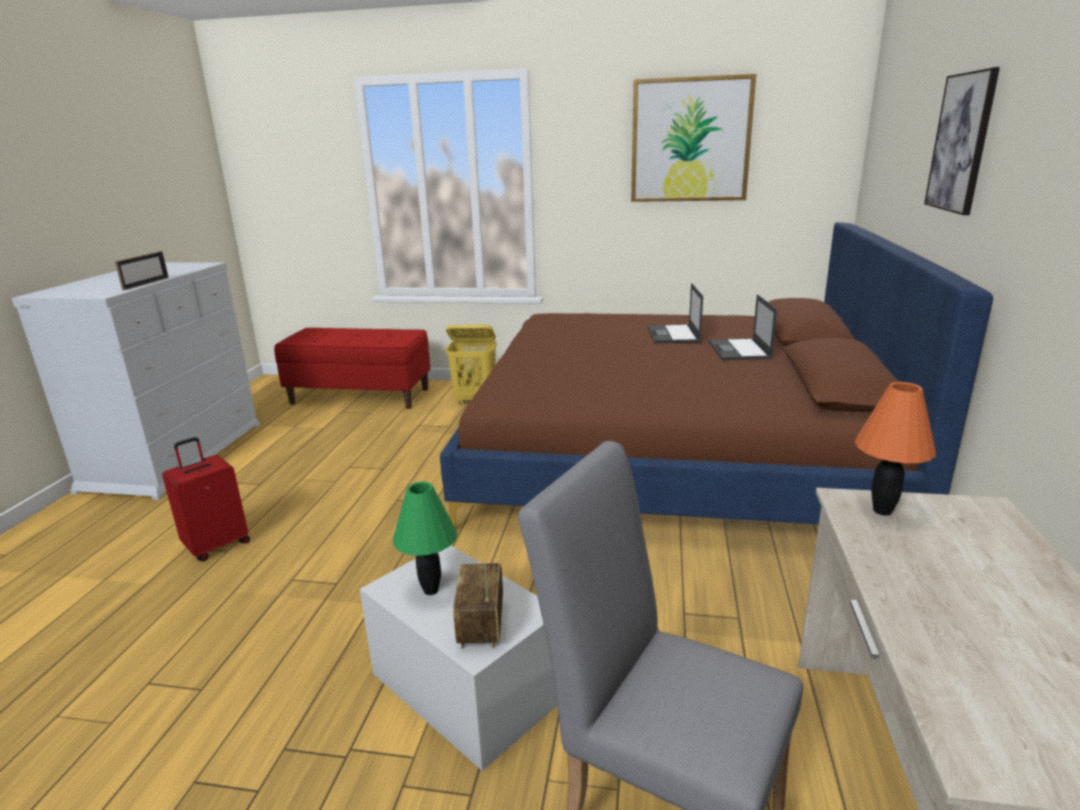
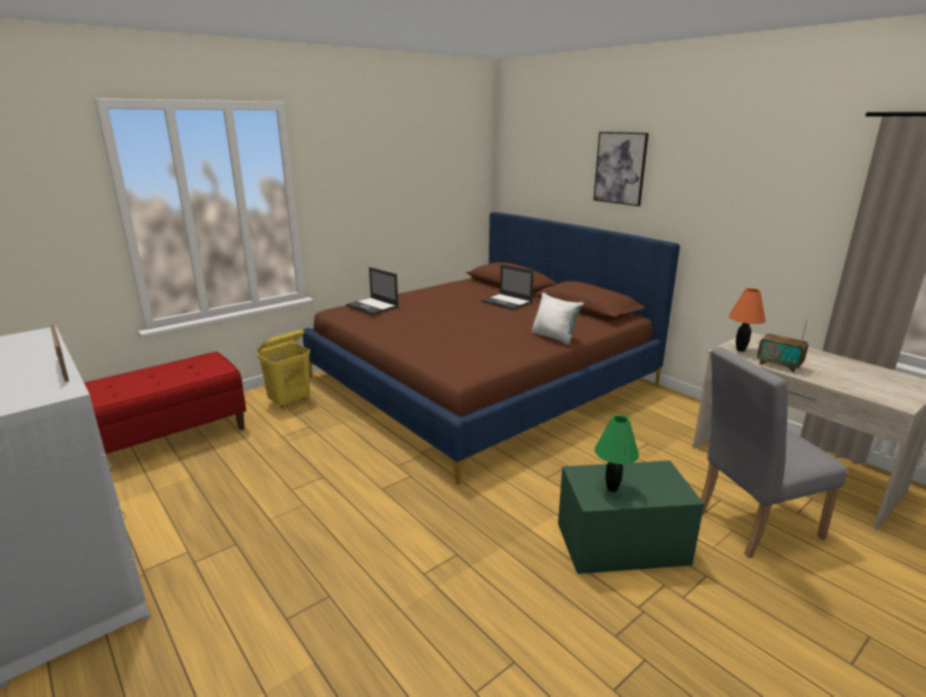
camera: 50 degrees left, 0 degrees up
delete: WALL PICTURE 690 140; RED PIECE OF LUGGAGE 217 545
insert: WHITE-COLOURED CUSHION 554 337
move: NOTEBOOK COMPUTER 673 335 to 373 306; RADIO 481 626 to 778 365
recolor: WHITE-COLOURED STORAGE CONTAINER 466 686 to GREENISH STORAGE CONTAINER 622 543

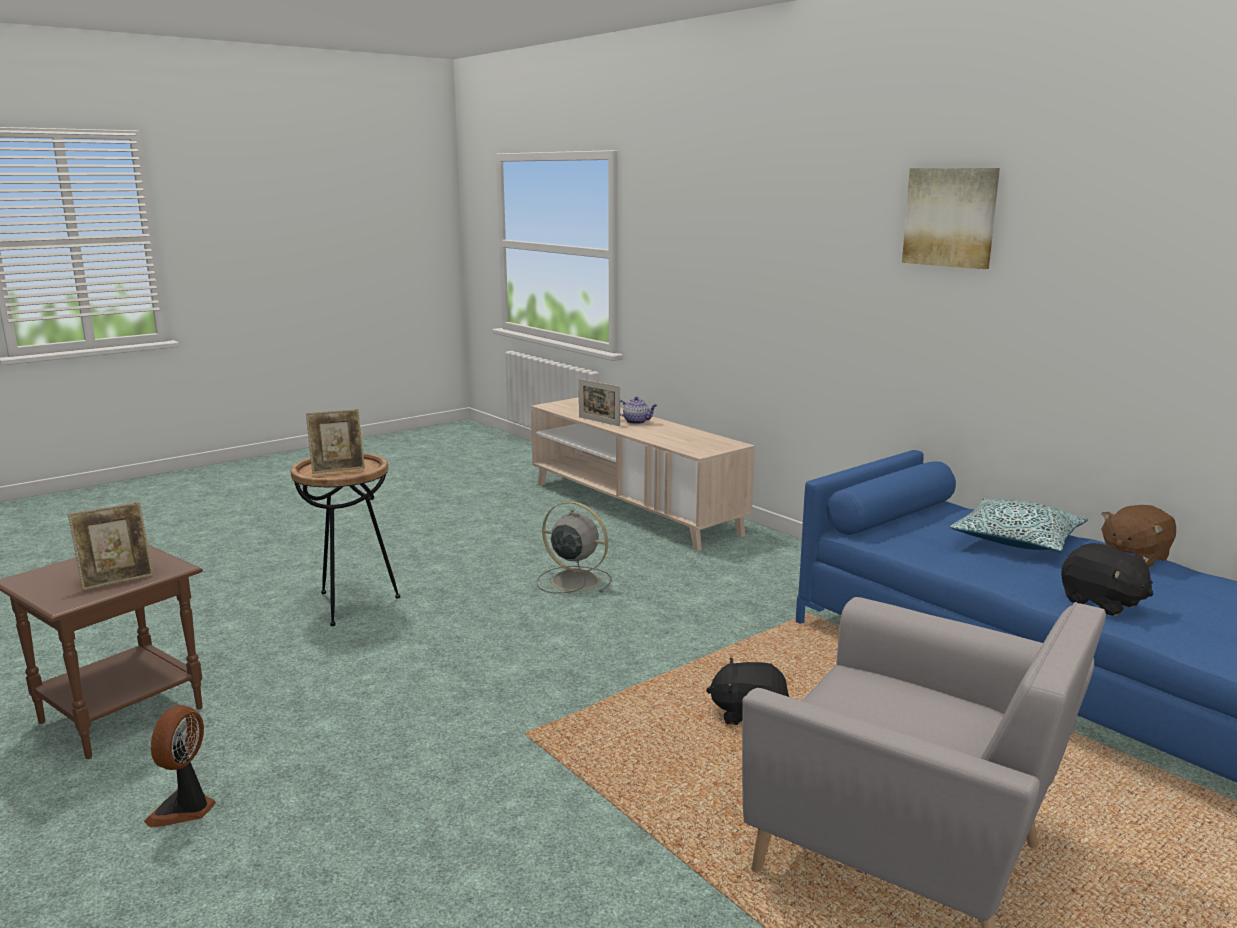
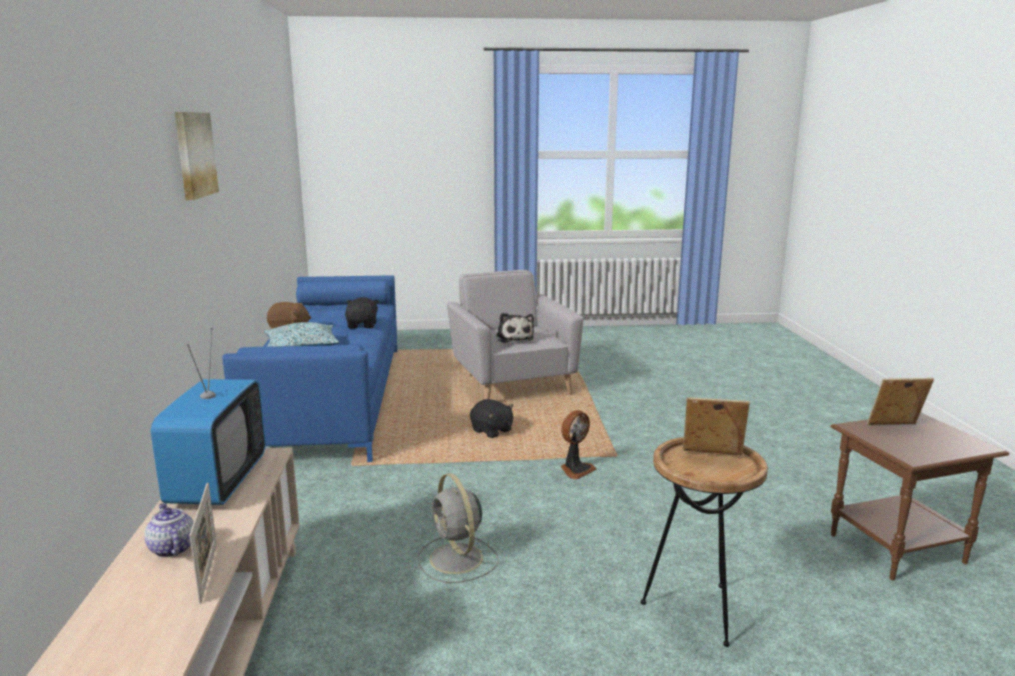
camera: 145 degrees left, 0 degrees up
insert: CUDDLY TOY 514 338; TV 218 482
move: ELECTRIC FAN 185 809 to 575 469

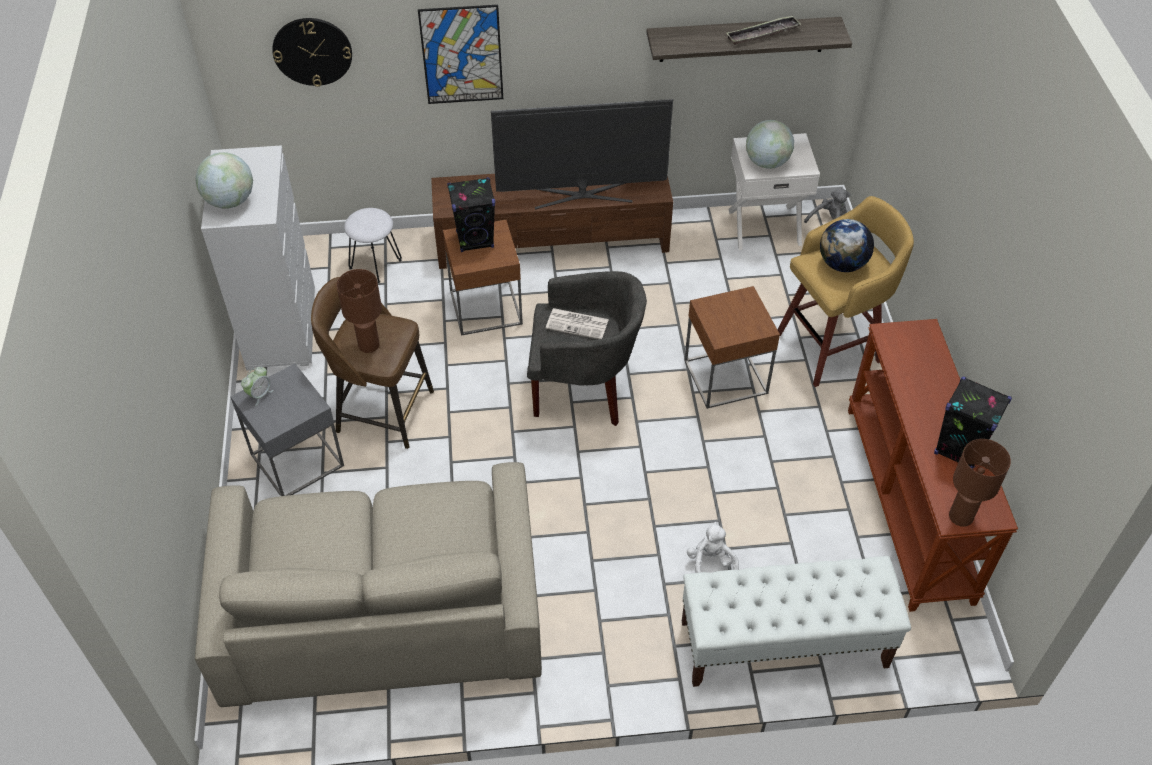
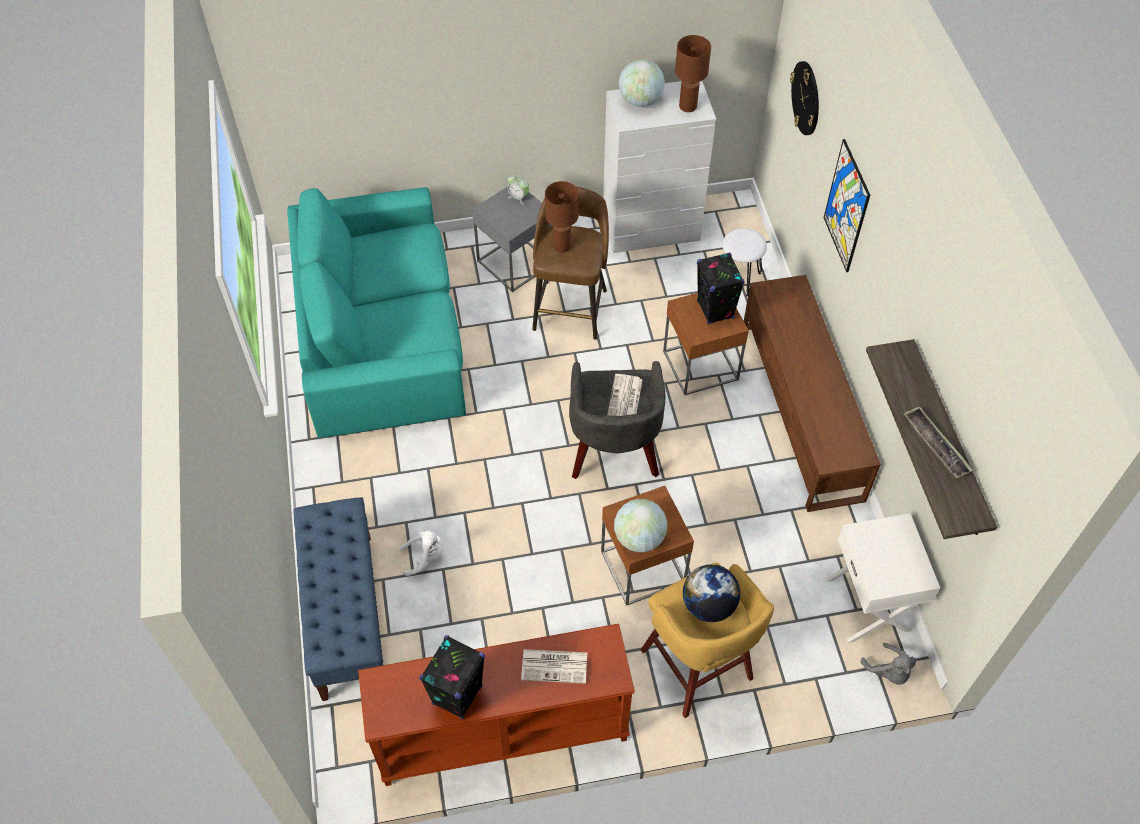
camera: 85 degrees right, 5 degrees up
delete: TV 582 194
insert: PRINTED PAPER 555 666
move: GLOBE 767 162 to 639 538; BROWN-COLOURED TABLE LAMP 960 517 to 687 106
recolor: BEIGE COUCH 381 607 to BLUE-GREEN COUCH 382 335; WHITE-COLOURED BENCH 783 644 to BLUE-COLOURED BENCH 347 614

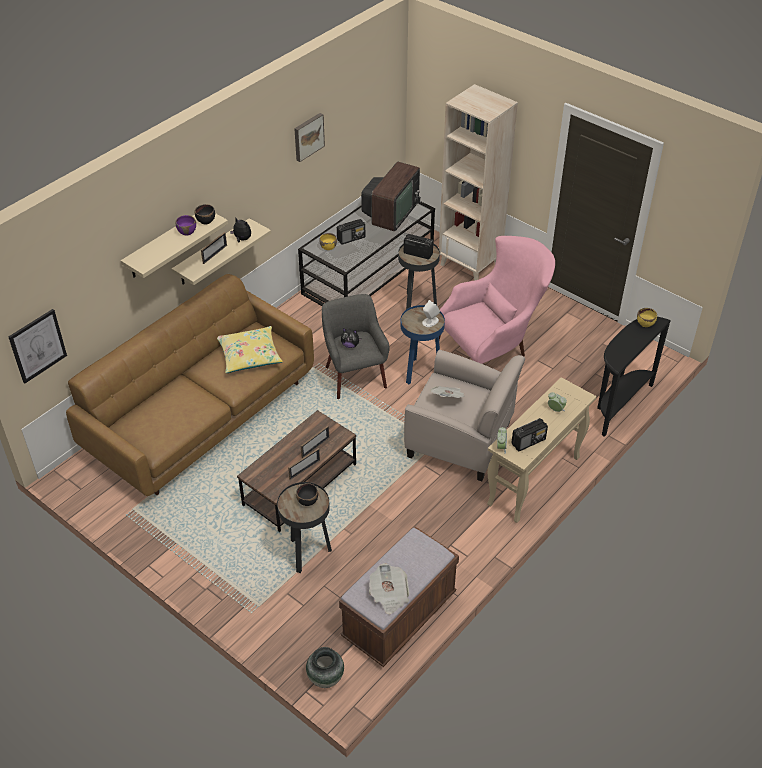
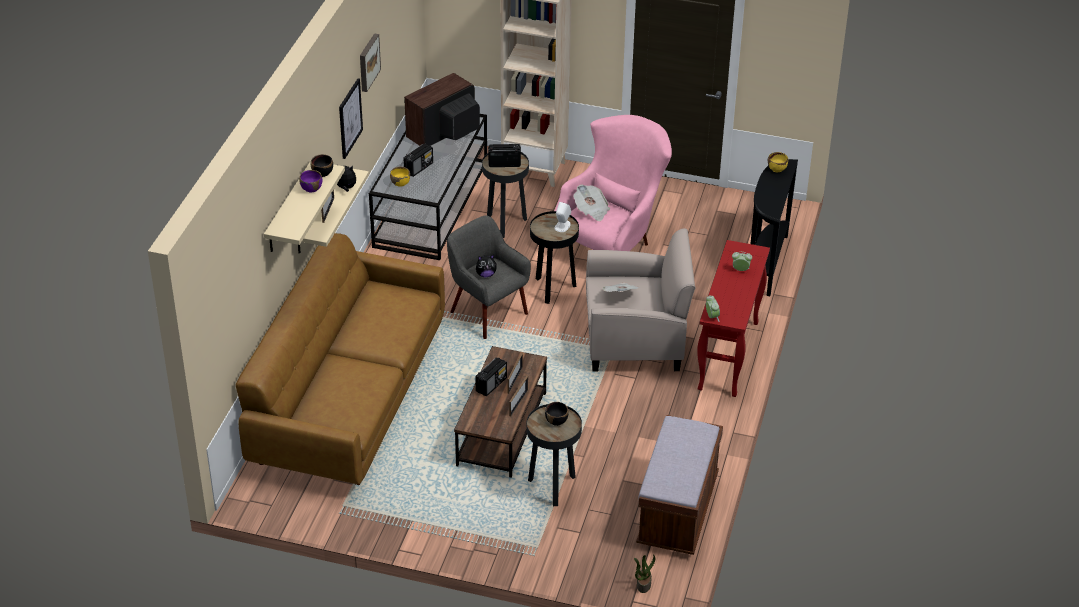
camera: 25 degrees left, 5 degrees down
delete: YELLOW-COLOURED CUSHION 249 355
move: WALL PICTURE 37 345 to 350 118; RADIO 528 441 to 491 384; PRINTED PAPER 389 595 to 591 210
replace: DECORATIVE VASE 325 678 to POTTED PLANT 643 584
recolor: BLUE-COLOURED END TABLE 421 372 to BLACK END TABLE 553 289; BEIGE CONSOLE TABLE 533 482 to RED CONSOLE TABLE 728 356
rotate: TV 391 213 = 444 131 135 degrees counterclockwise

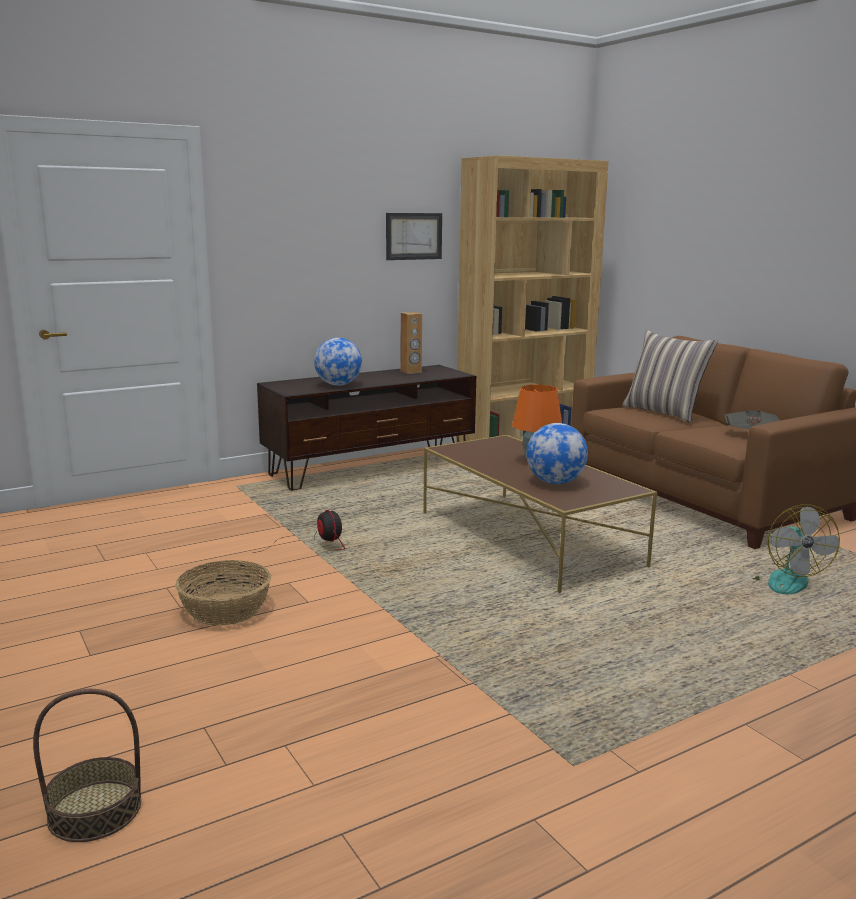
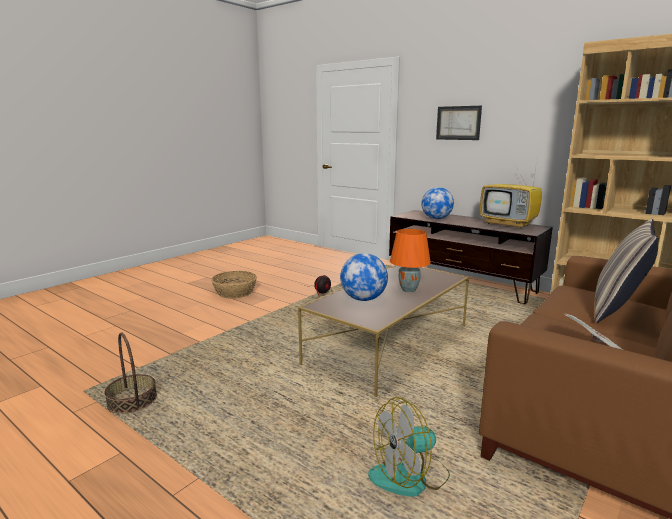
camera: 70 degrees right, 0 degrees up
move: WALL PICTURE 413 236 to 458 123; BASKET 95 810 to 132 400
replace: BROWN-COLOURED AUDIO SPEAKER 411 372 to TV 509 224

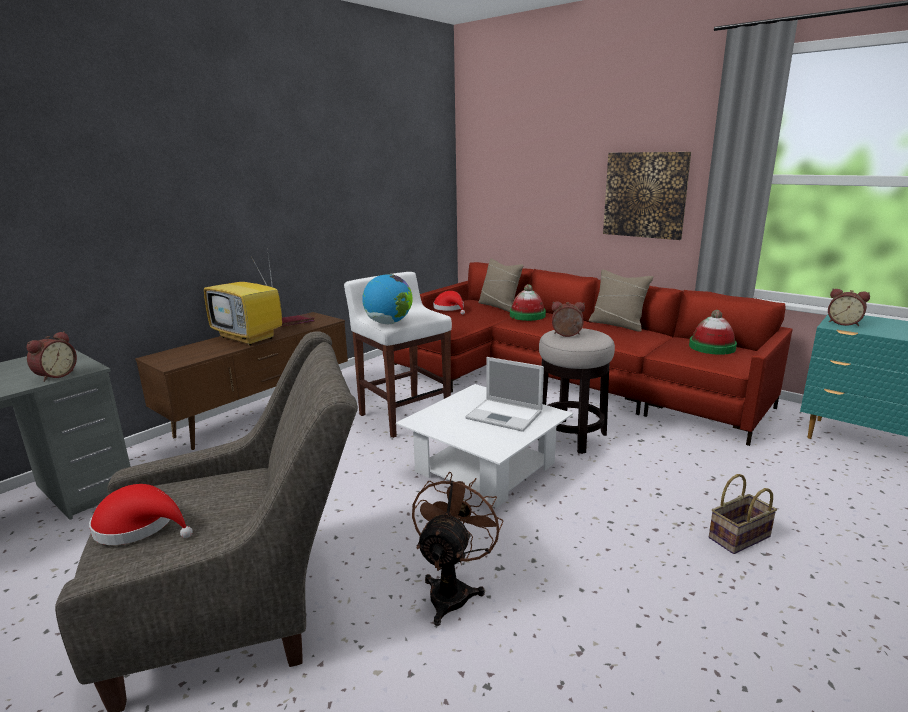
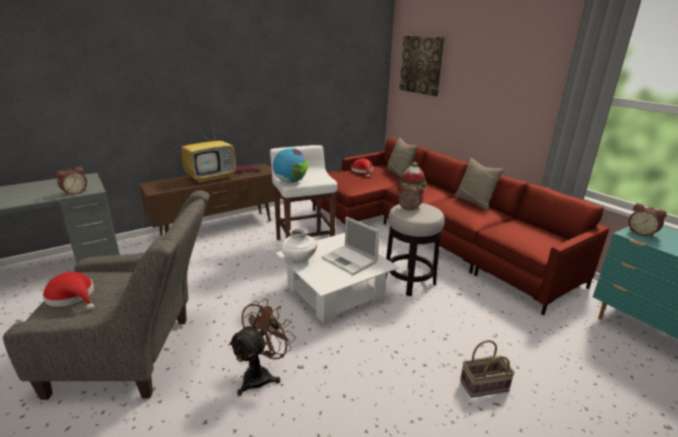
camera: 15 degrees right, 5 degrees up
delete: WEARABLE HAT 712 347
insert: WHITE-COLOURED DECORATIVE VASE 298 259
move: WALL PICTURE 645 195 to 421 65
rotate: TV 249 338 = 211 178 90 degrees counterclockwise

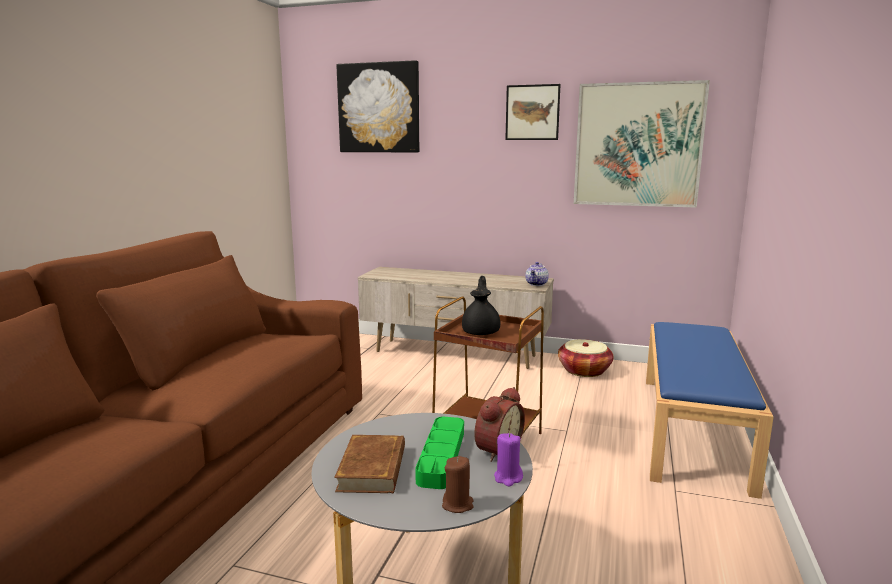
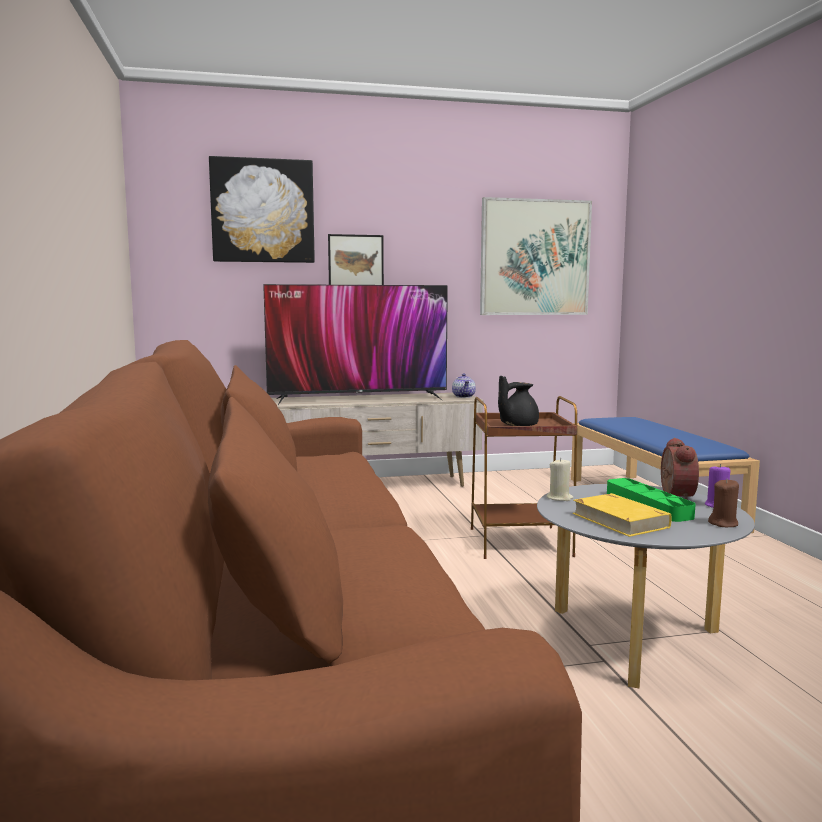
camera: 30 degrees left, 5 degrees down
delete: BASKET 584 370
insert: TV 358 399; BEIGE CANDLE 559 498
move: WALL PICTURE 532 112 to 356 263
recolor: BROWN-COLOURED BOUND BOOK 373 468 to YELLOW-COLOURED BOUND BOOK 620 520
rotate: BLACK POT FOR TEA 481 331 = 517 425 105 degrees counterclockwise

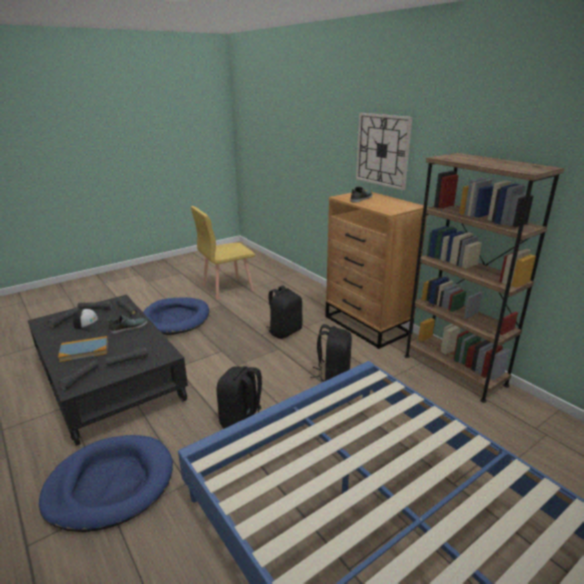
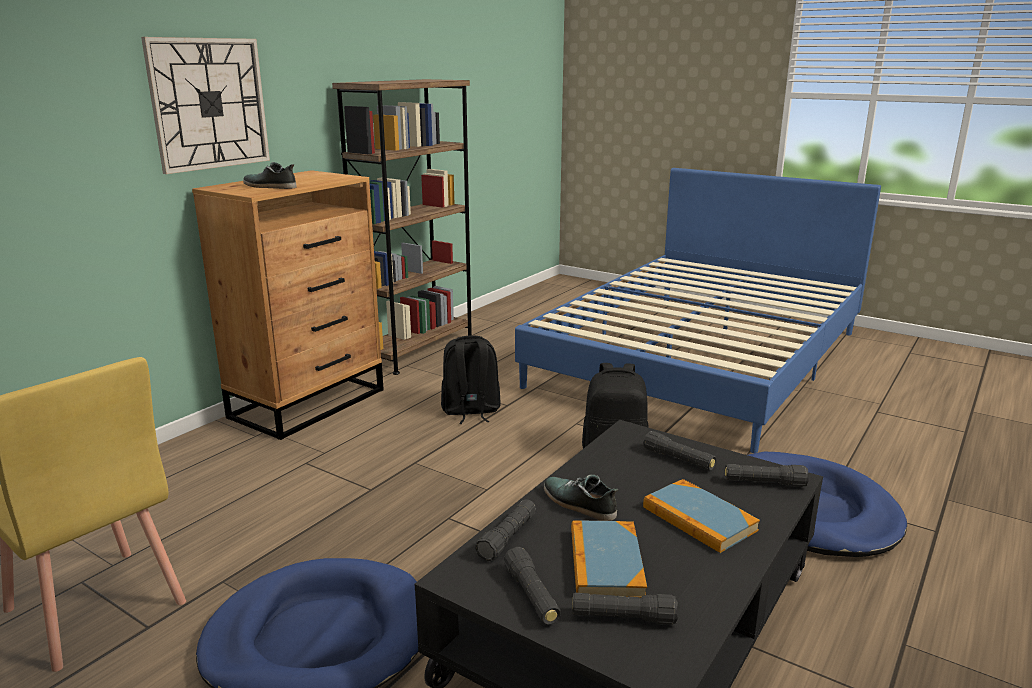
camera: 110 degrees left, 5 degrees down
delete: BLACK BACKPACK 285 331
replace: PEAKED CAP 91 324 to BOUND BOOK 606 563

